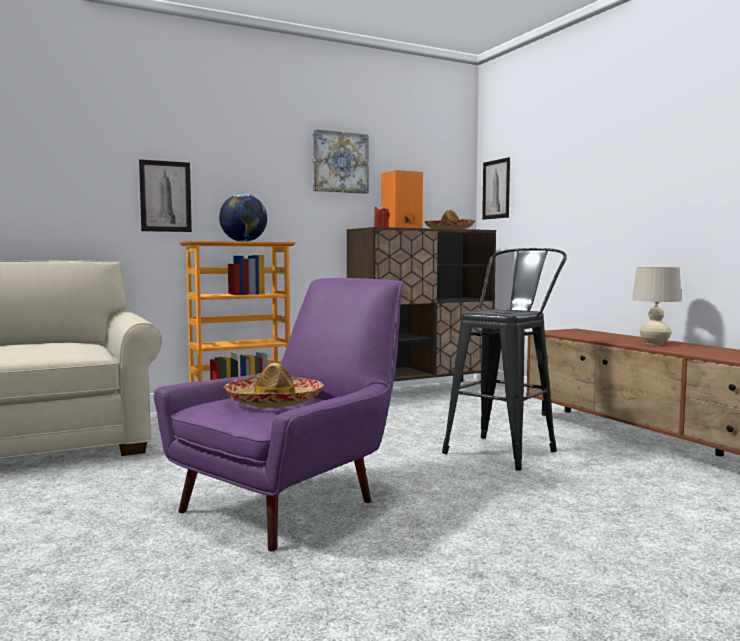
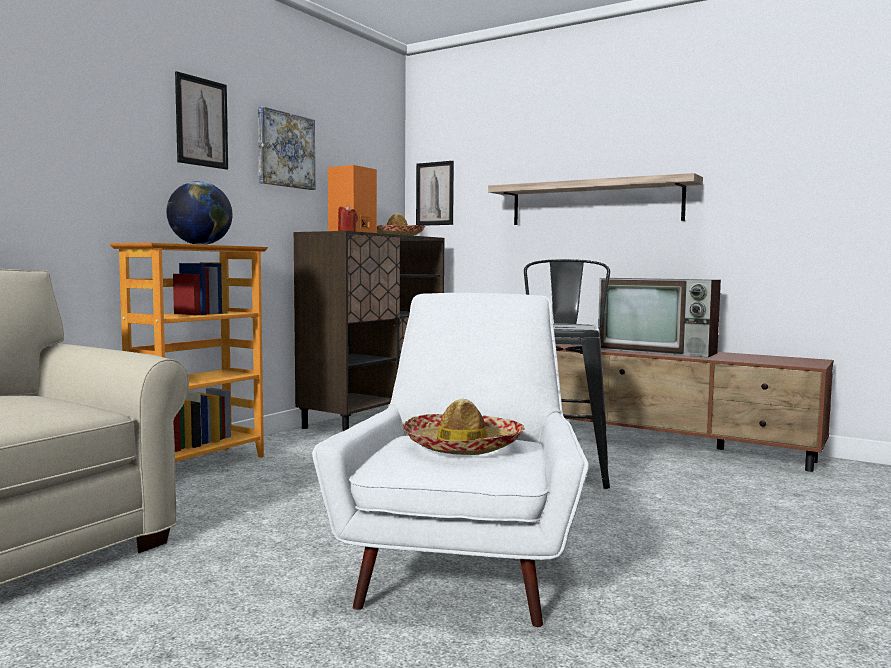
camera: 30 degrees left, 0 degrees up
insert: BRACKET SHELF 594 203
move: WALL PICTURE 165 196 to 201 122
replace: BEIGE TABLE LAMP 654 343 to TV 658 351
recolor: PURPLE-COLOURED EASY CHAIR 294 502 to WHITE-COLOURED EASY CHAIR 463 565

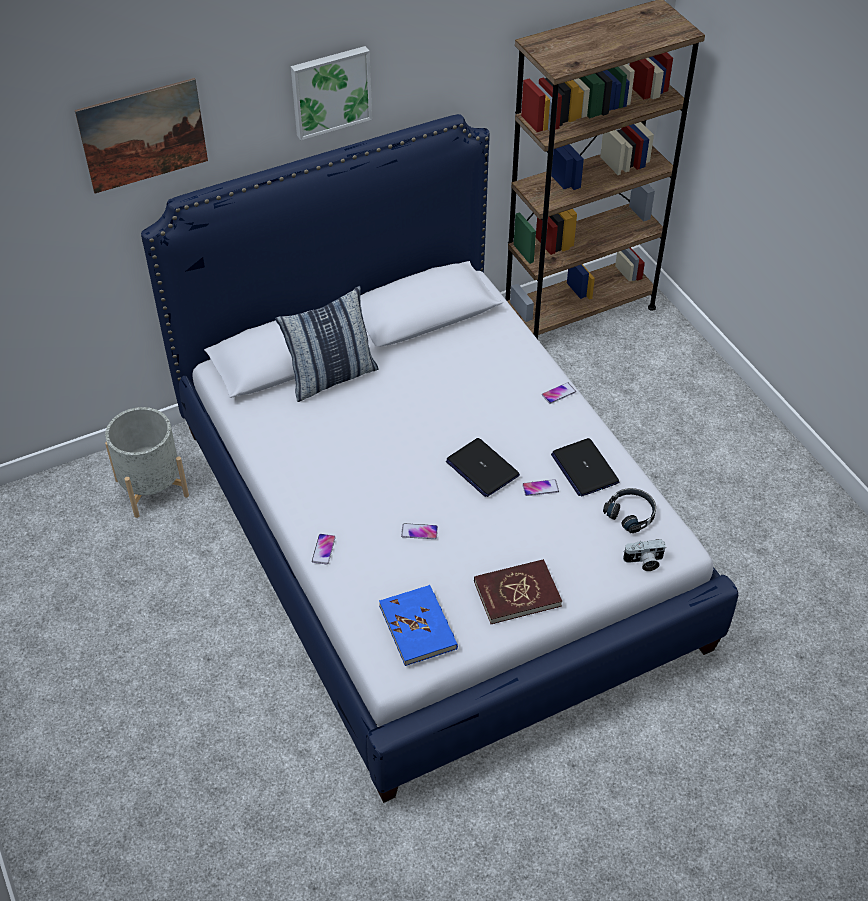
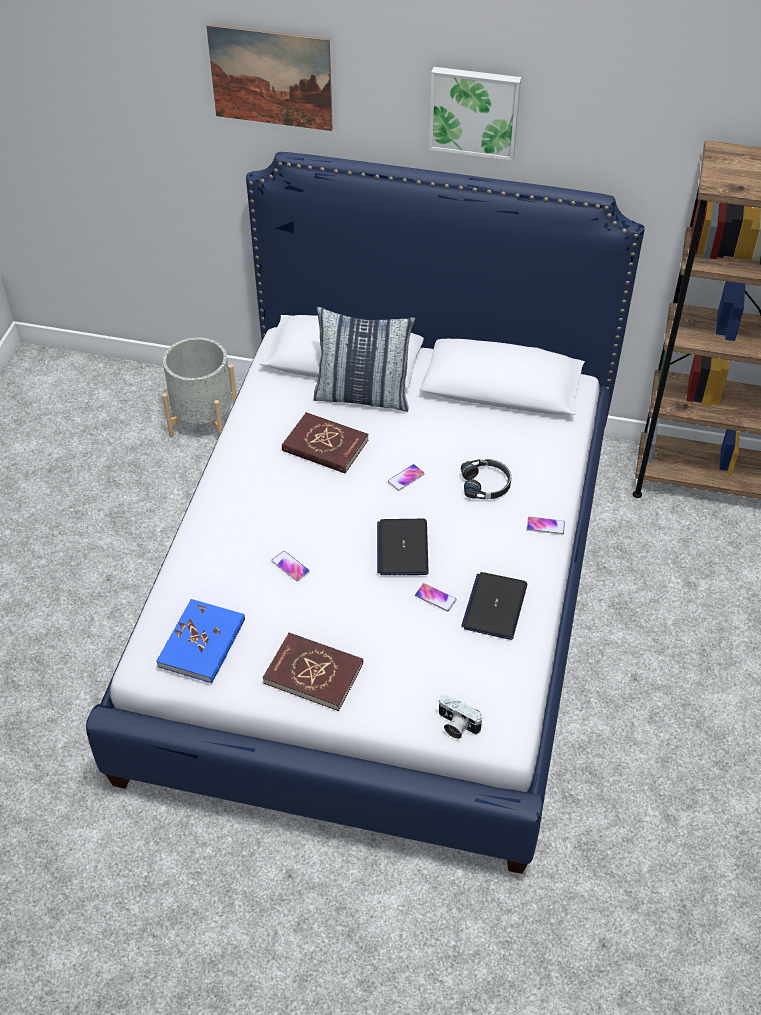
camera: 40 degrees right, 0 degrees up
insert: RED BOUND BOOK 325 446
move: BLACK HEADSET 631 513 to 486 484; PHONE 323 549 to 406 478

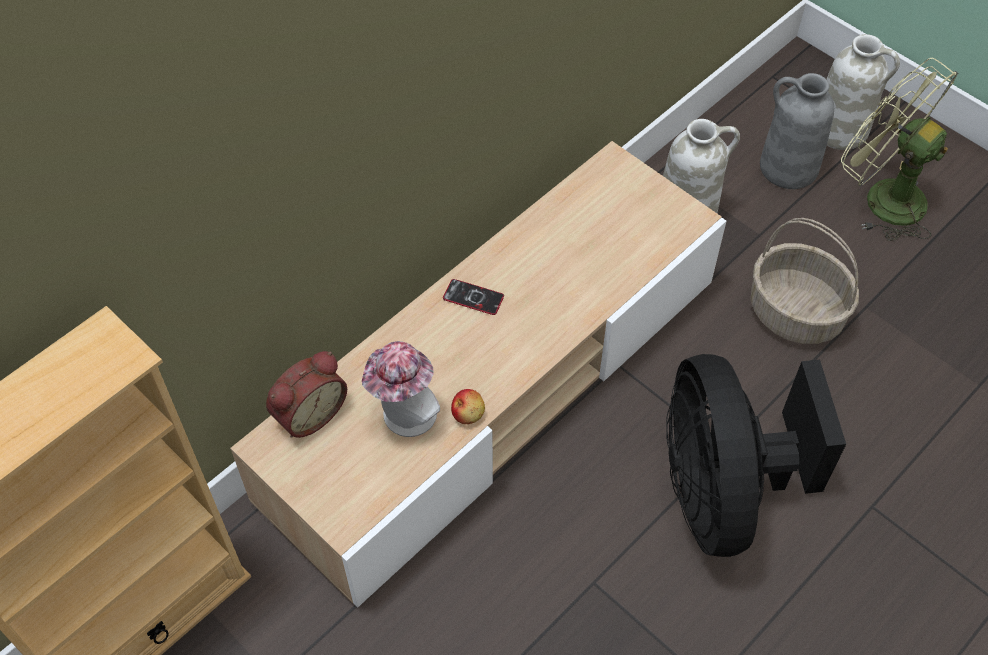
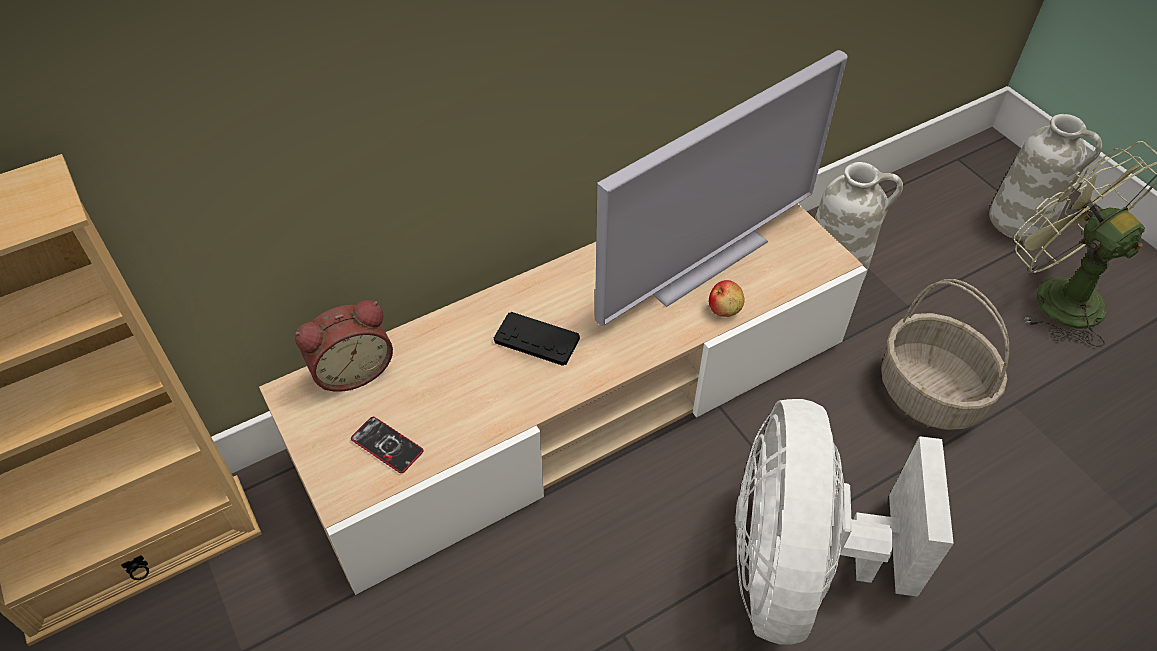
camera: 15 degrees right, 5 degrees down
delete: GREYISH DECORATIVE VASE 787 168; WEARABLE HAT 404 418
insert: TV 701 259; BLACK JOYPAD 536 340
move: PHONE 473 297 to 387 445; APPLE 468 413 to 725 308
recolor: BLACK ELECTRIC FAN 722 490 to WHITE-COLOURED ELECTRIC FAN 798 566

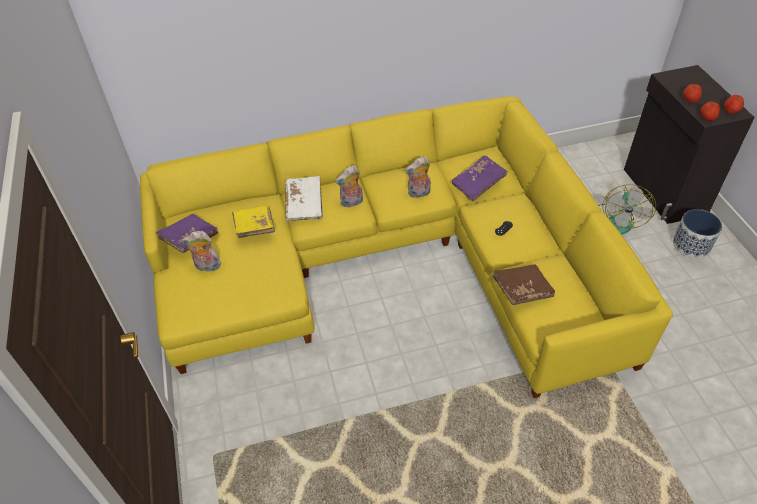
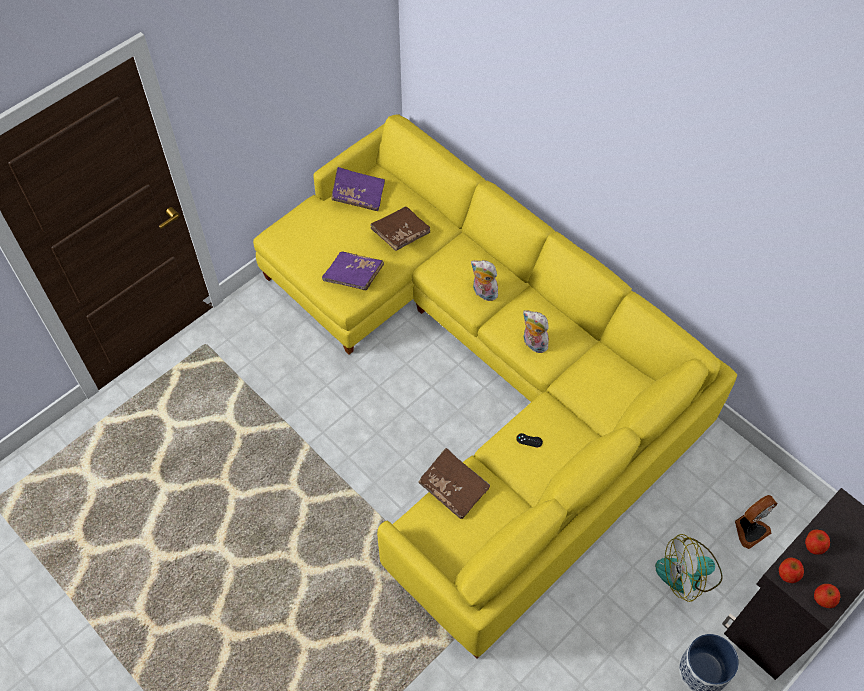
camera: 60 degrees right, 10 degrees up
delete: WHITE-COLOURED BOUND BOOK 304 205; CUDDLY TOY 207 267
insert: ELECTRIC FAN 749 529
move: PURPLE-COLOURED BOUND BOOK 478 184 to 353 276
recolor: YELLOW-COLOURED BOUND BOOK 254 228 to BROWN-COLOURED BOUND BOOK 400 234

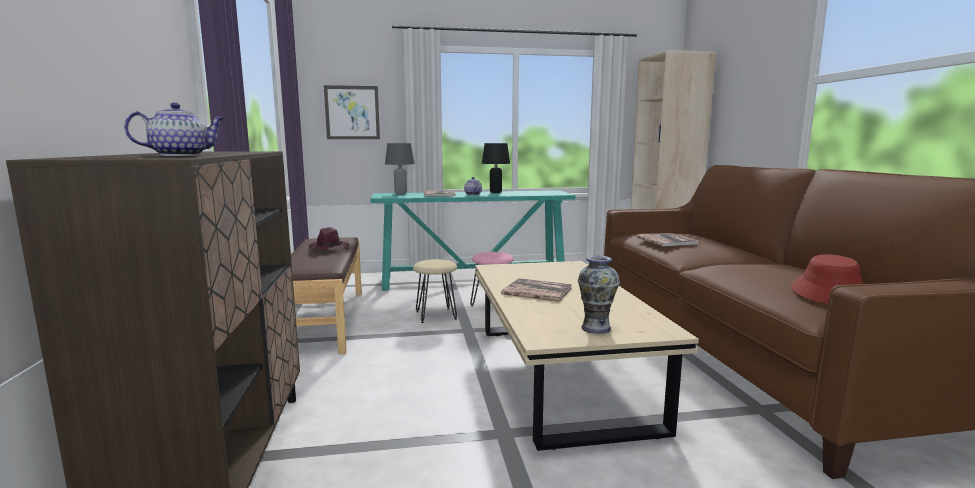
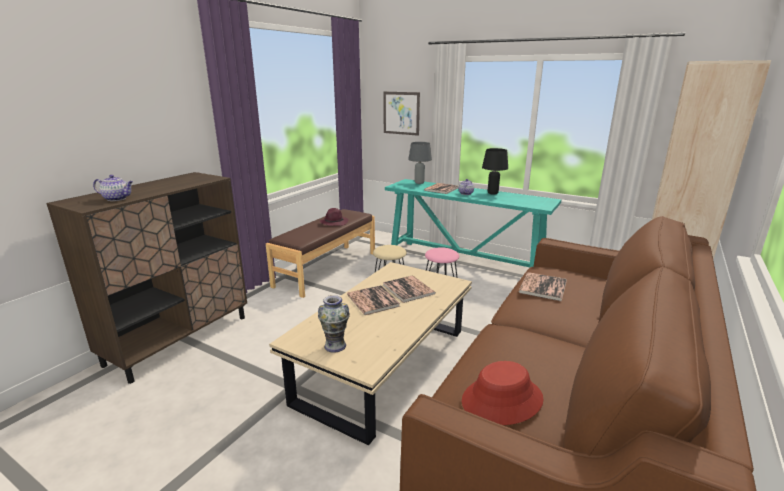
camera: 40 degrees right, 10 degrees up
insert: BOUND BOOK 408 289

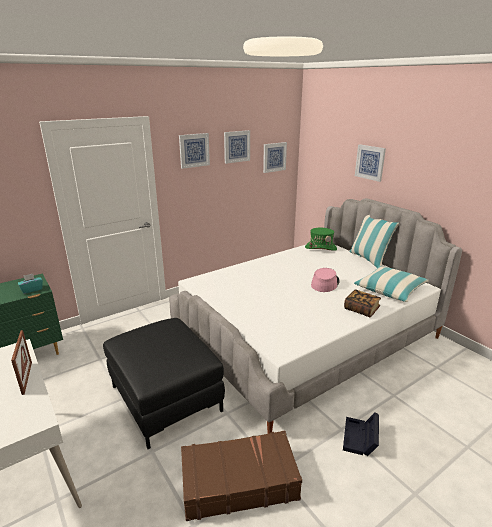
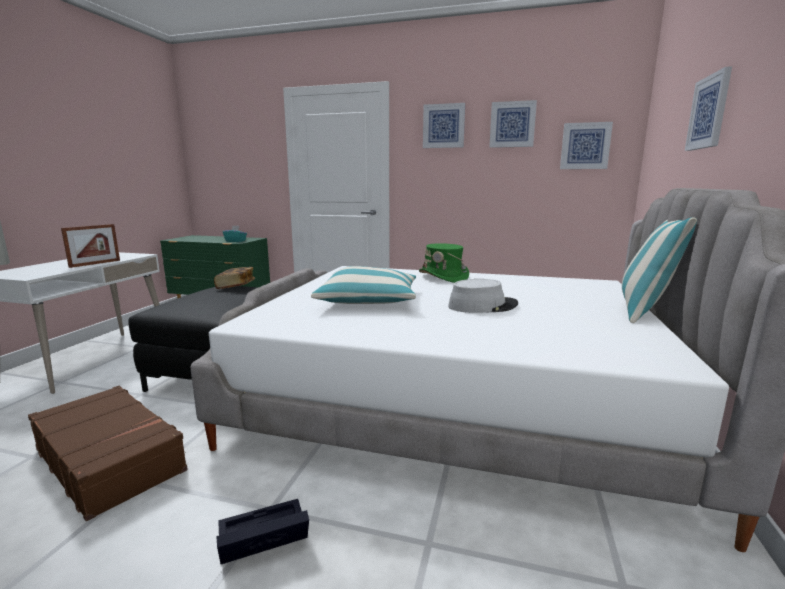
camera: 50 degrees right, 10 degrees down
move: GREENISH WEARABLE HAT 320 248 to 443 277; CUSHION 390 290 to 369 300; BOUND BOOK 361 309 to 236 286
recolor: PINK WEARABLE HAT 325 283 to GREYISH WEARABLE HAT 482 306

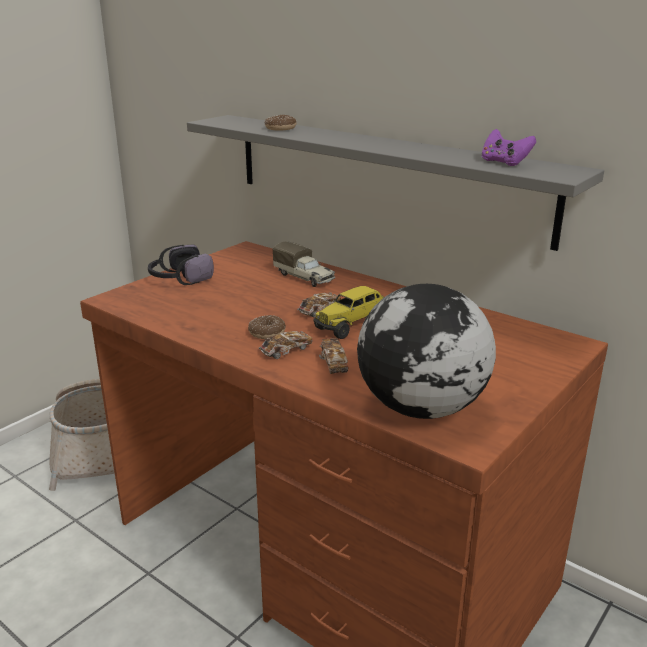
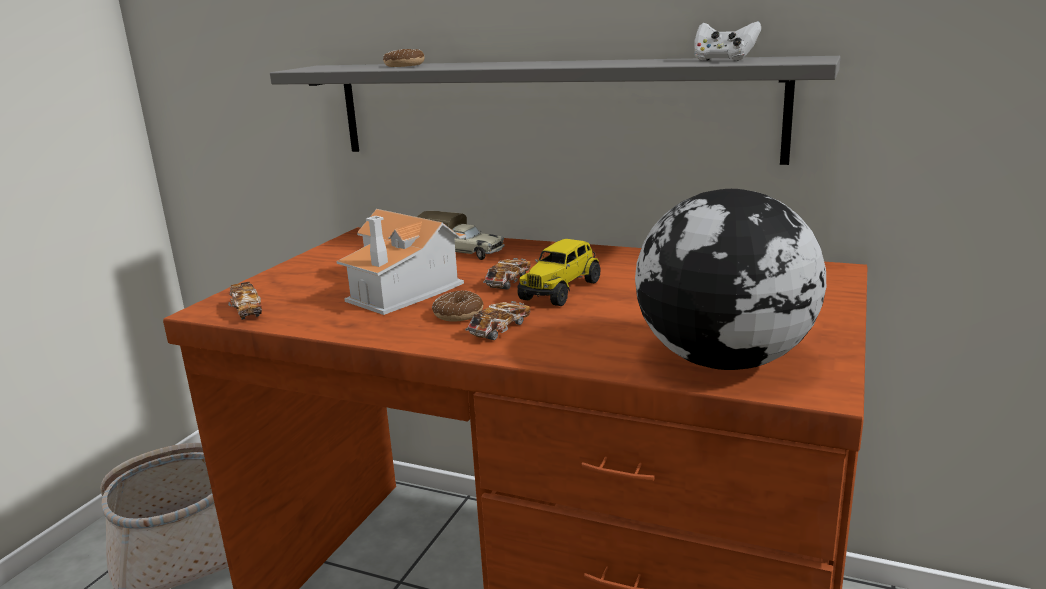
camera: 15 degrees left, 5 degrees down
delete: HEADSET 179 279
insert: MODEL HOUSE 404 289
move: MODEL CAR 333 364 to 247 311
recolor: PURPLE-COLOURED JOYPAD 504 162 to WHITE-COLOURED JOYPAD 723 60

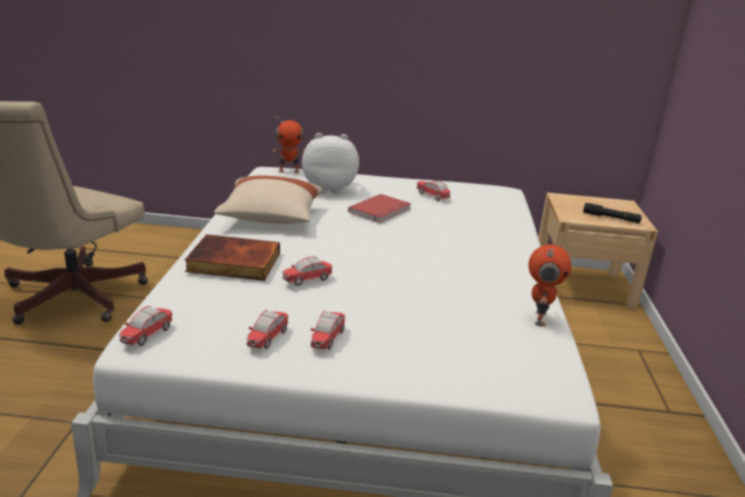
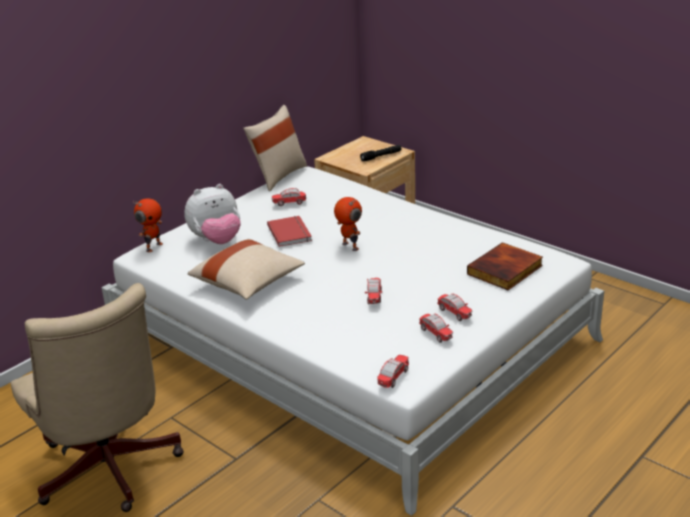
camera: 50 degrees left, 5 degrees up
insert: BEIGE CUSHION 278 176
move: BOUND BOOK 233 263 to 505 270; TOY ROBOT 538 318 to 349 247
rotate: CUDDLY TOY 329 189 = 217 241 150 degrees counterclockwise; MODEL CAR 147 335 = 393 378 120 degrees counterclockwise

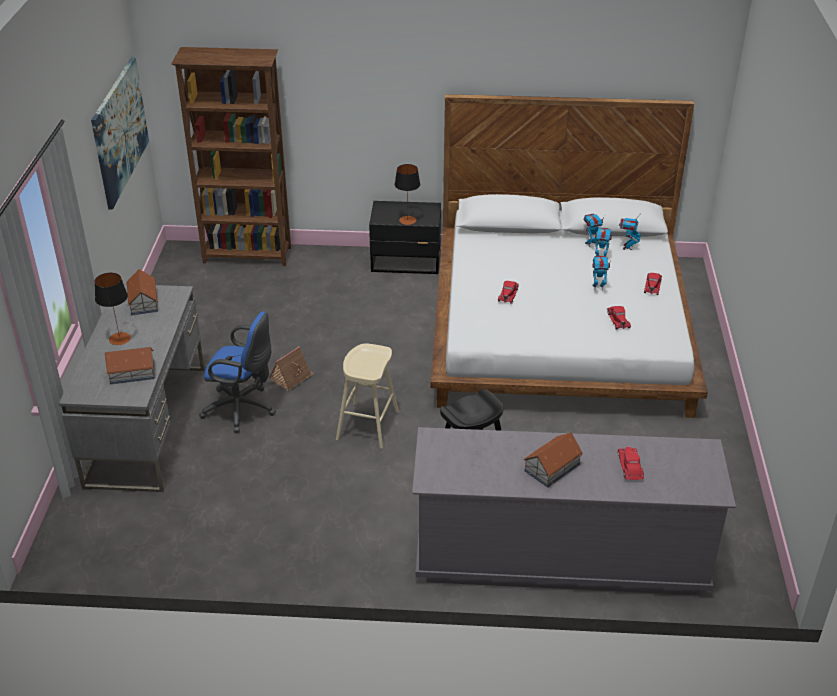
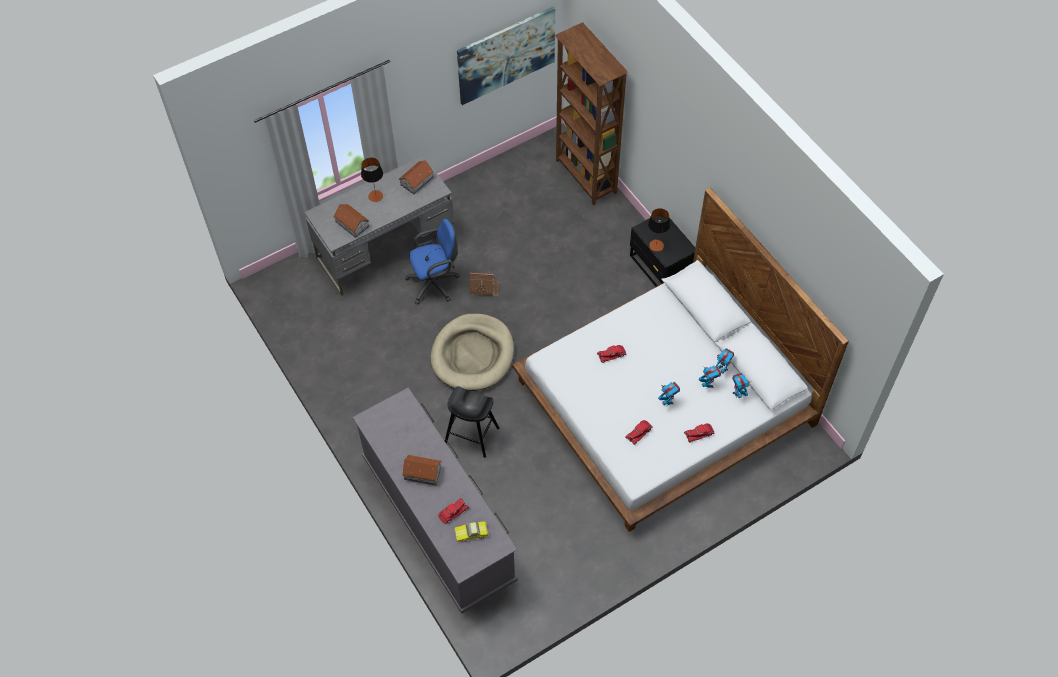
camera: 55 degrees right, 20 degrees up
insert: MODEL CAR 472 533
replace: BEIGE STOOL 367 425 to BEIGE DOG CUSHION 473 355
rotate: BLUE-COLOURED COMPUTER CHAIR 243 409 = 435 283 90 degrees counterclockwise

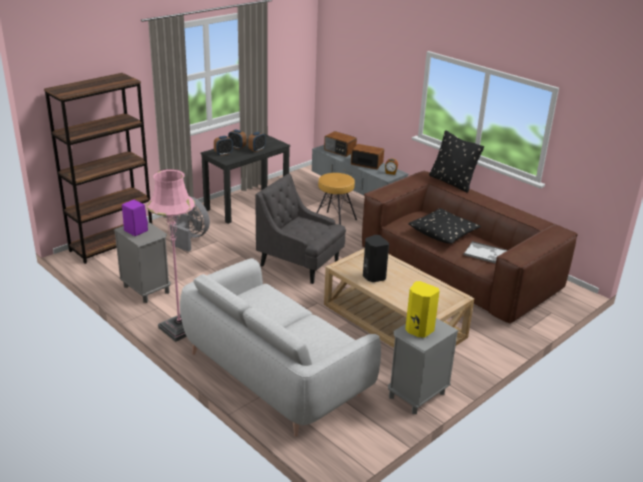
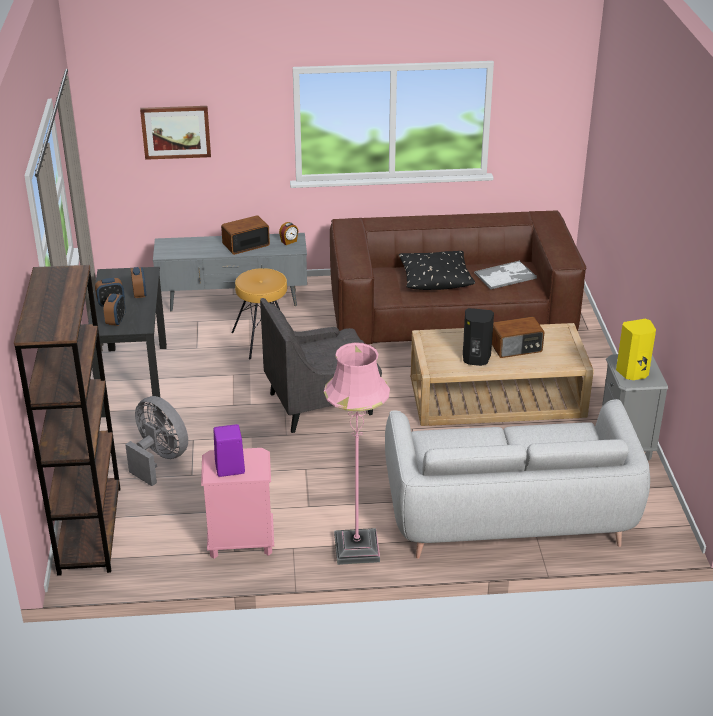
camera: 50 degrees left, 5 degrees up
delete: BLACK CUSHION 452 182
insert: WALL PICTURE 176 132
move: RADIO 339 151 to 516 348
recolor: GREYISH NIGHTSTAND 146 289 to PINK NIGHTSTAND 240 542
rotate: GREYISH ELECTRIC FAN 189 238 = 159 459 60 degrees clockwise

